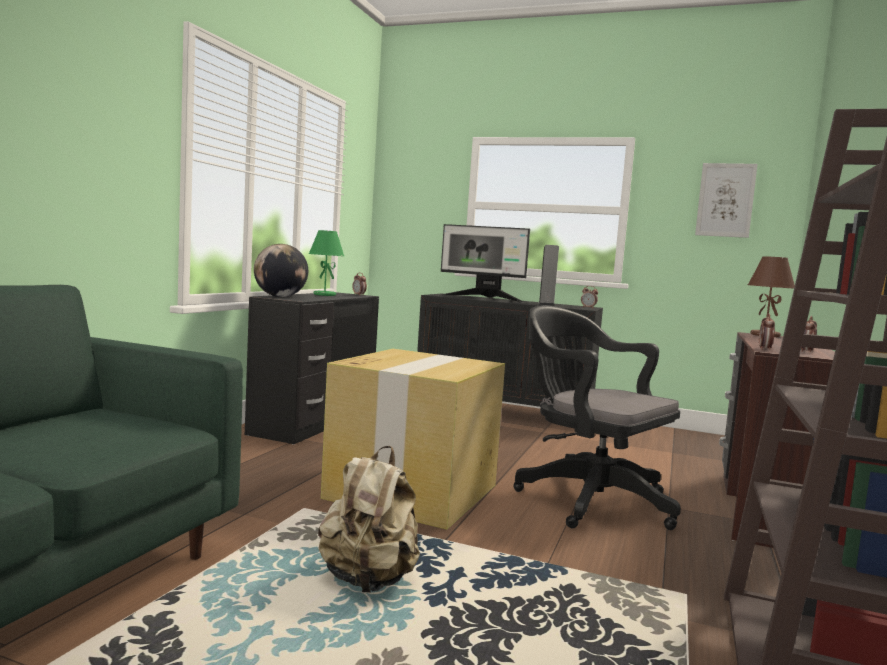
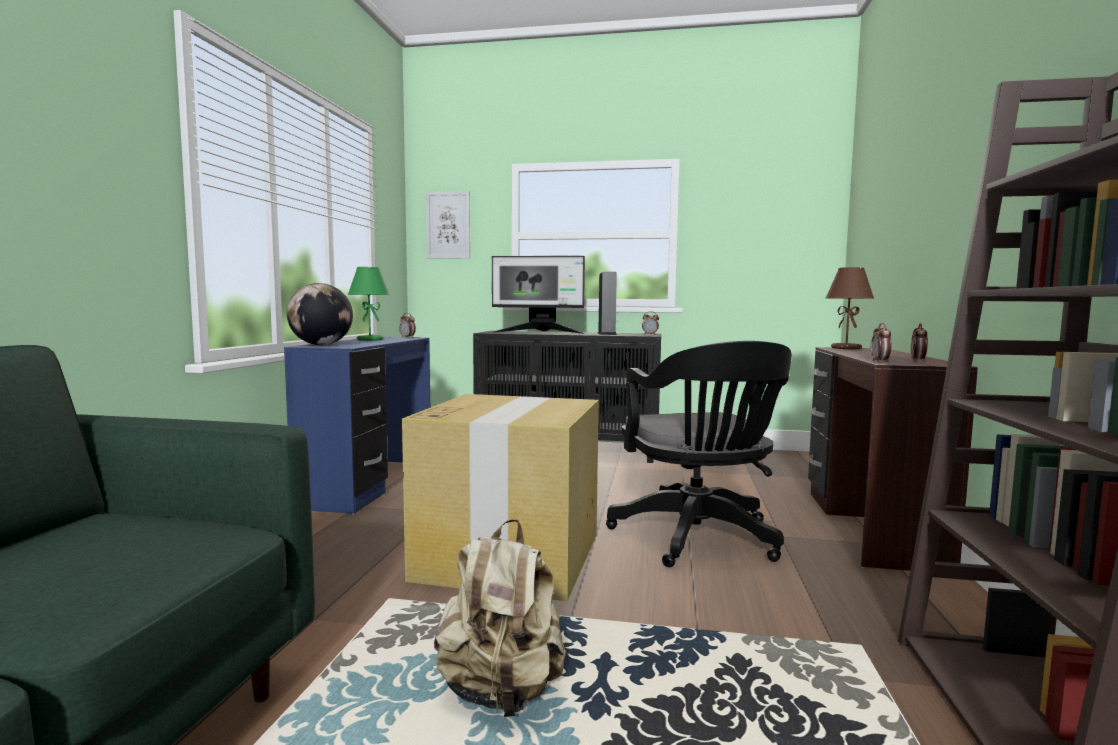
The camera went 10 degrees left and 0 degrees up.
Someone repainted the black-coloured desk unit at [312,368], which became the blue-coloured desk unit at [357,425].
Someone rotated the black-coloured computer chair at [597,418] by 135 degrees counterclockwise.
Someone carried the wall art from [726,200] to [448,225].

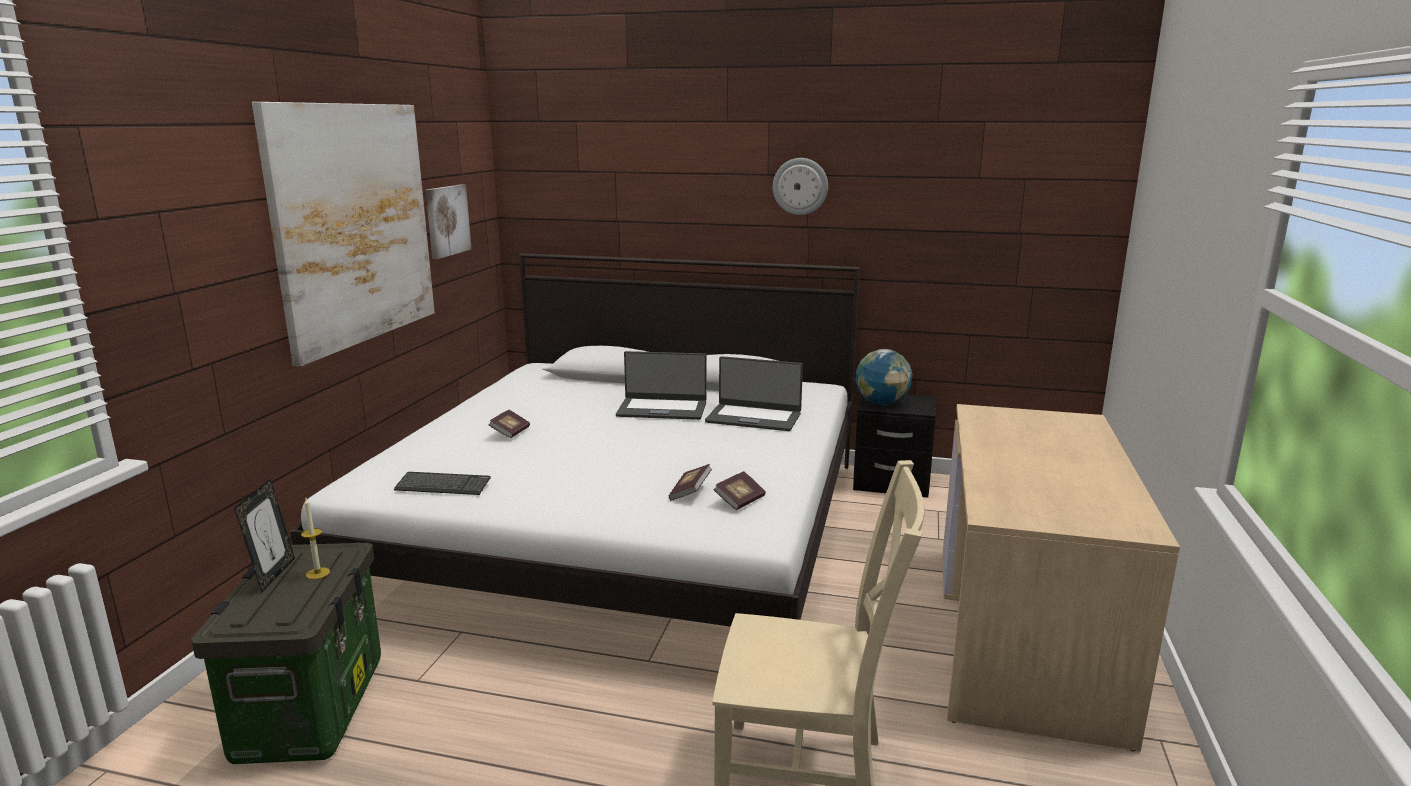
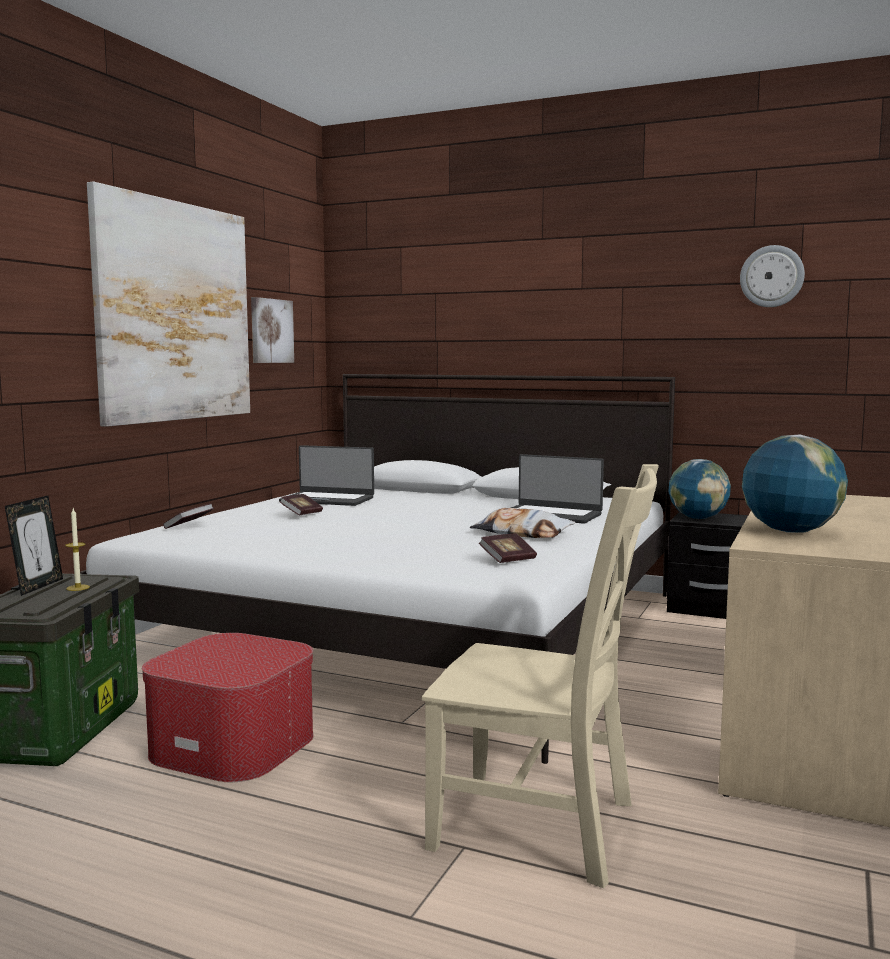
The camera went 10 degrees right and 10 degrees down.
Someone took away the keyboard at [442,483].
Someone carried the notebook computer from [661,385] to [326,475].
Someone carried the volume from [690,482] to [188,516].
Someone carried the hanging clock from [800,186] to [772,276].
Someone put down the ottoman at [228,707].
Someone put down the pillow at [522,523].
Someone put down the desk globe at [795,484].

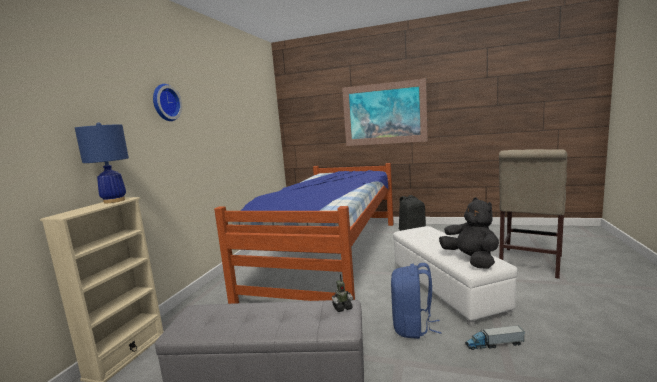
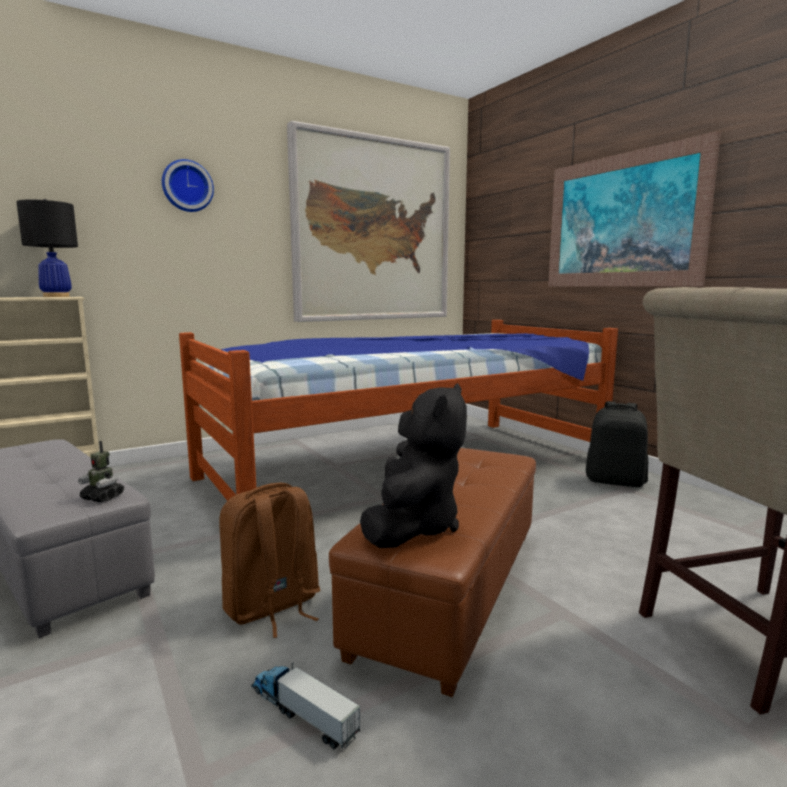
The camera went 40 degrees right and 0 degrees up.
Someone repainted the blue-coloured tabletop lamp at [102,163], which became the black-coloured tabletop lamp at [47,248].
Someone repainted the blue-coloured backpack at [416,301], which became the brown-coloured backpack at [270,560].
Someone repainted the white-coloured ottoman at [455,276], which became the brown-coloured ottoman at [432,572].
Someone put up the wall art at [368,221].

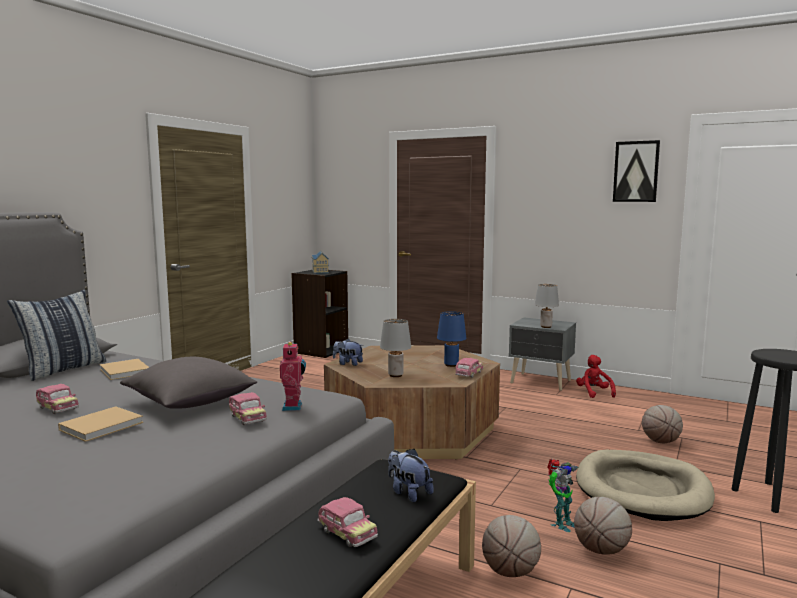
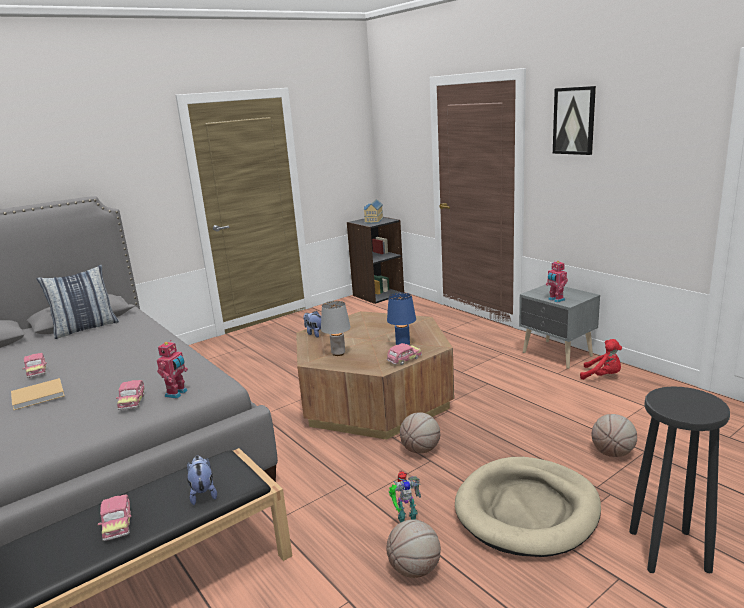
The camera went 25 degrees right and 10 degrees up.
Someone took away the sand-coloured volume at [124,369].
Someone took away the grey pillow at [188,383].
Someone carried the basketball ball from [511,546] to [420,432].
Someone swapped the grey tabletop lamp at [547,306] for the robot figure at [557,281].
Someone rotated the reddish soft toy at [596,376] by 105 degrees clockwise.
Someone carried the wall art from [636,171] to [574,120].

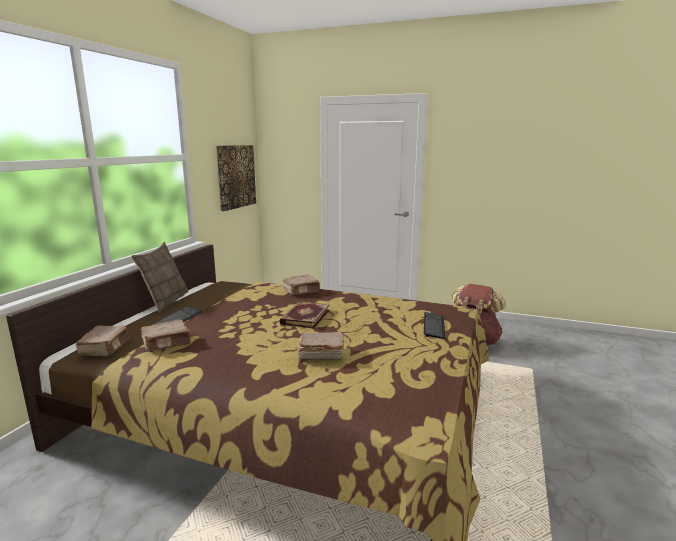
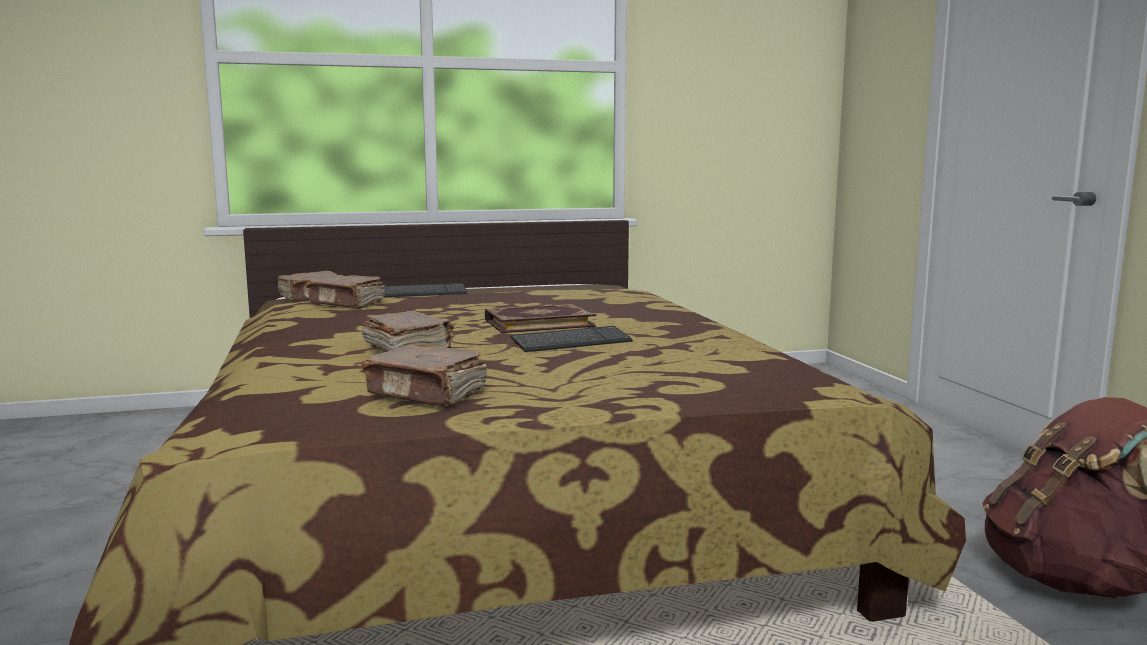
The camera went 55 degrees right and 5 degrees down.
Someone took away the pillow at [159,277].
Someone took away the wall art at [236,178].
Someone carried the brown-coloured volume from [301,285] to [424,376].
Someone carried the keyboard from [435,325] to [571,339].

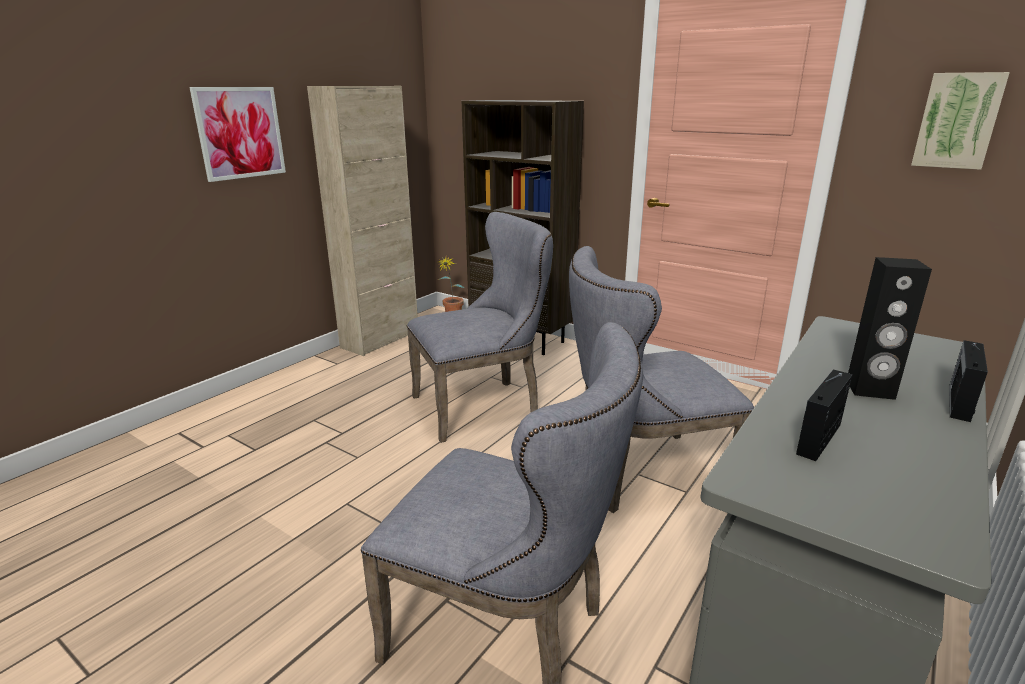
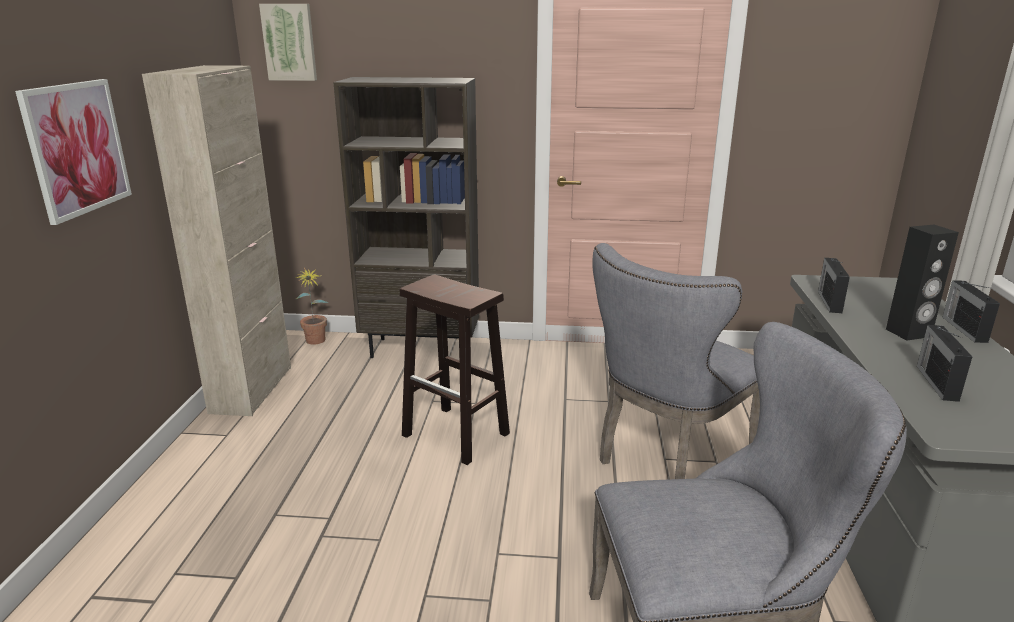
The camera went 30 degrees left and 0 degrees up.
Someone swapped the grey chair at [480,327] for the brown-coloured sitting stool at [455,370].
Someone carried the wall art from [960,121] to [288,42].
Someone put down the radio receiver at [834,285].

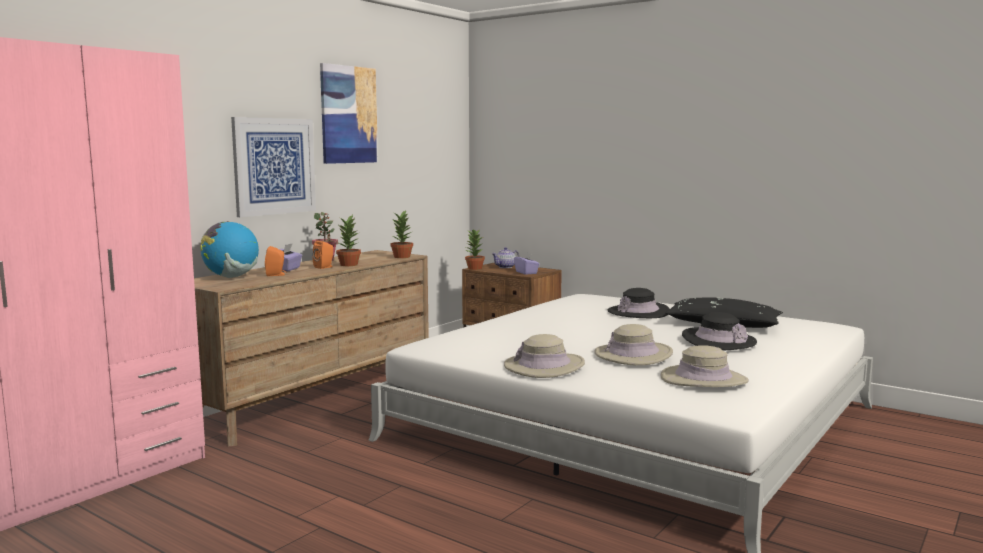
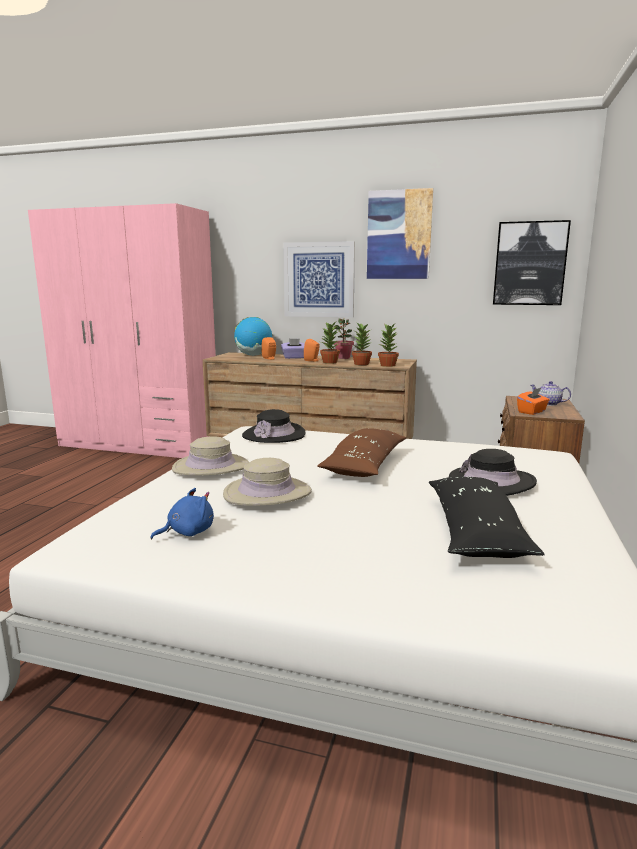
The camera went 70 degrees right and 5 degrees up.
Someone carried the potted plant from [475,250] to [362,344].
Someone repainted the purple-coloured box of tissues at [527,263], which became the orange-coloured box of tissues at [533,401].
Someone swapped the sand-coloured wearable hat at [704,366] for the blue-coloured soft toy at [182,513].
Someone carried the black-coloured wearable hat from [719,331] to [274,426].
Someone put down the brown-coloured pillow at [362,452].
Someone put up the wall art at [532,262].

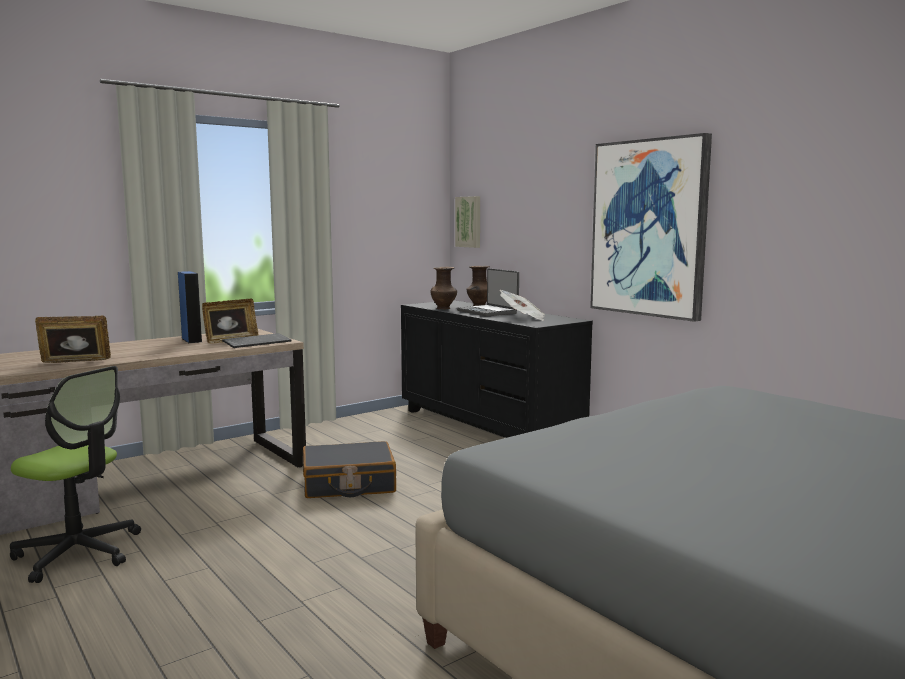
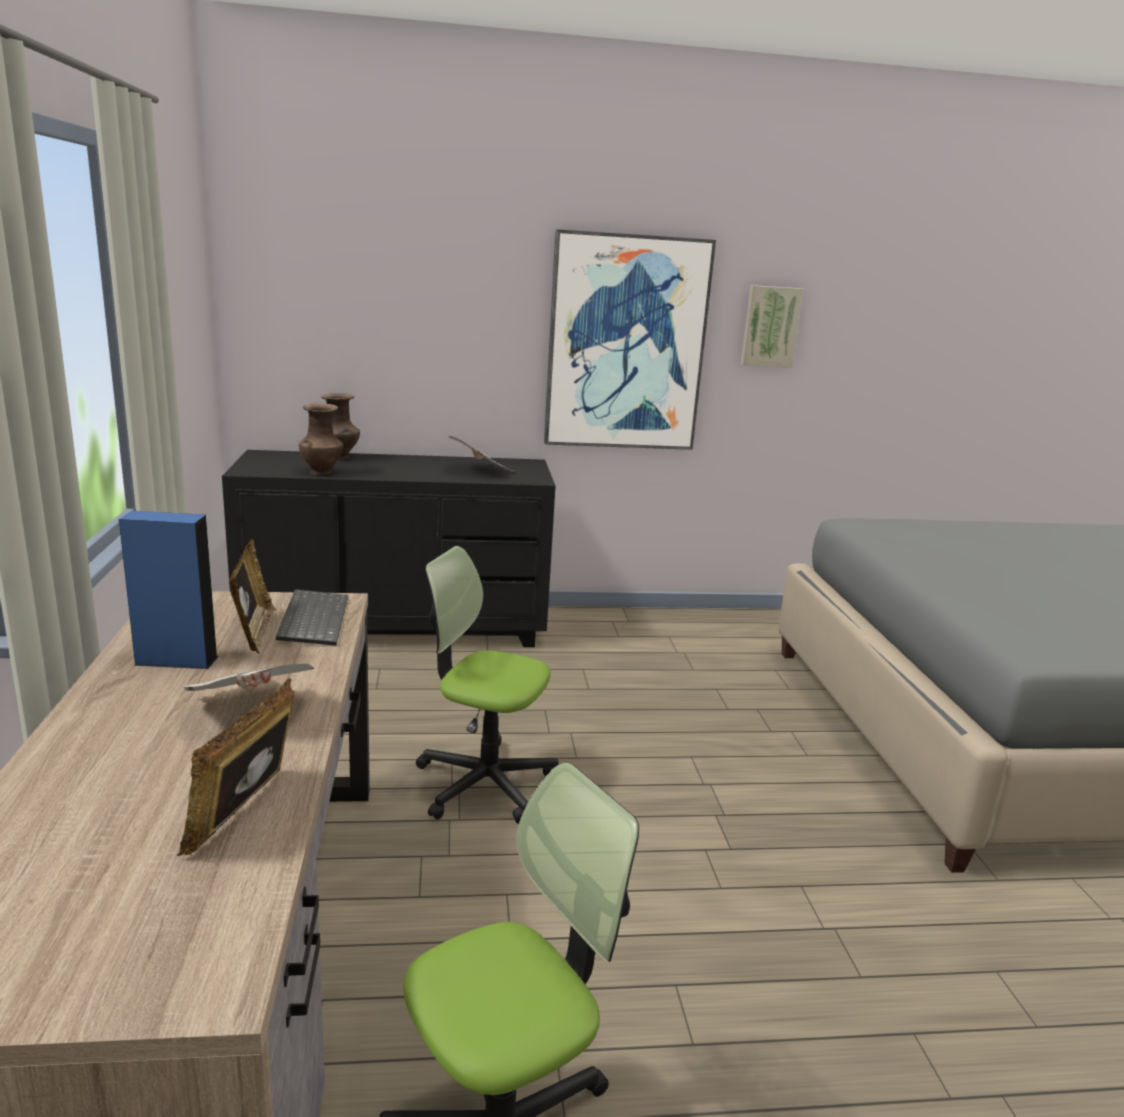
The camera went 60 degrees left and 10 degrees up.
Someone swapped the black-coloured travel case at [349,469] for the computer chair at [487,685].
Someone carried the wall art from [467,222] to [772,326].
Someone took away the notebook computer at [488,292].
Someone put down the daily paper at [249,677].

